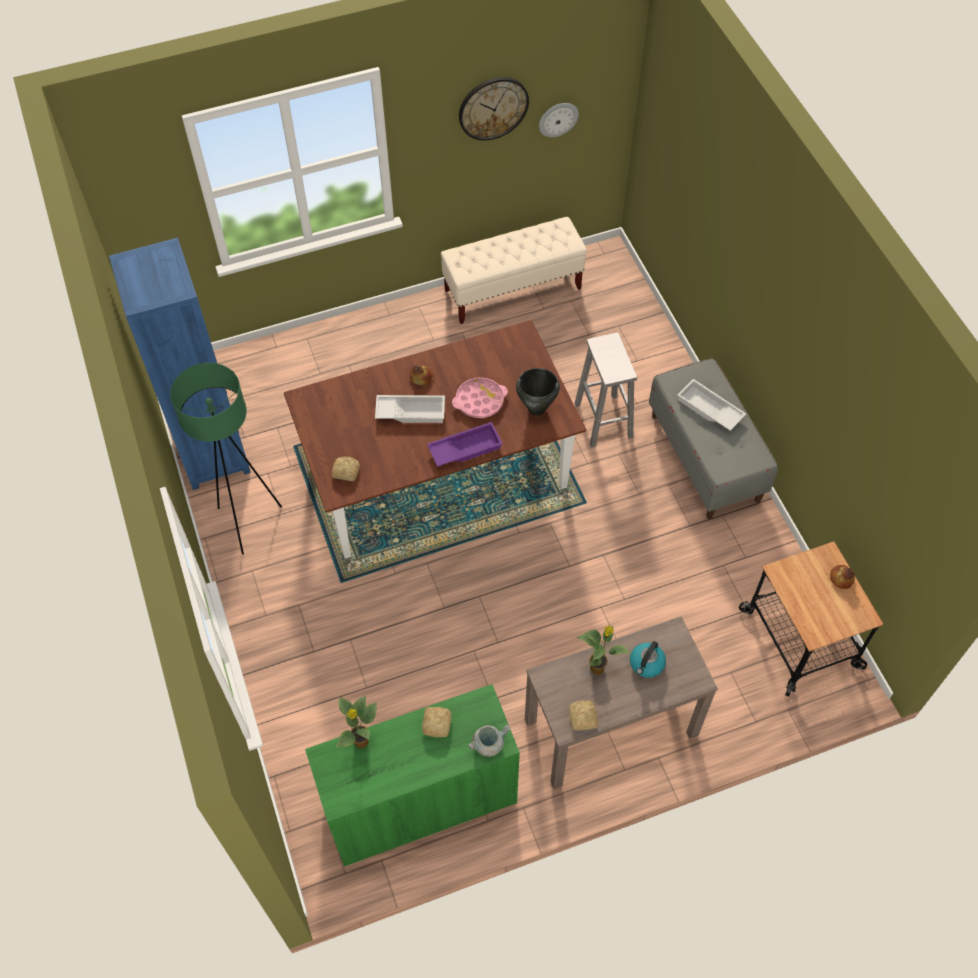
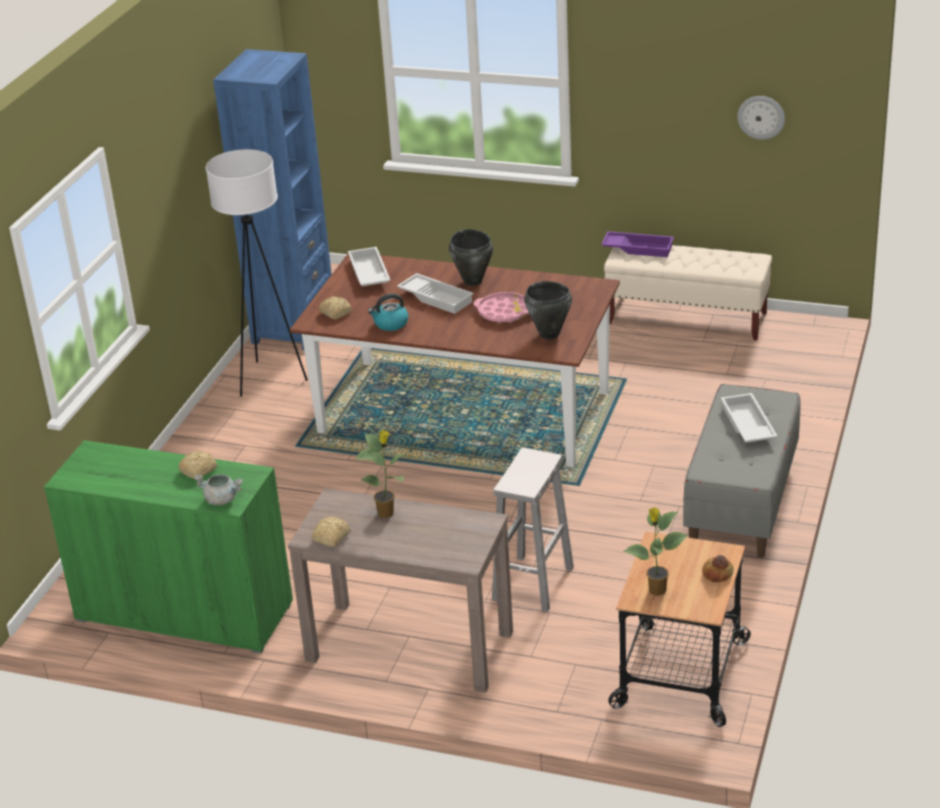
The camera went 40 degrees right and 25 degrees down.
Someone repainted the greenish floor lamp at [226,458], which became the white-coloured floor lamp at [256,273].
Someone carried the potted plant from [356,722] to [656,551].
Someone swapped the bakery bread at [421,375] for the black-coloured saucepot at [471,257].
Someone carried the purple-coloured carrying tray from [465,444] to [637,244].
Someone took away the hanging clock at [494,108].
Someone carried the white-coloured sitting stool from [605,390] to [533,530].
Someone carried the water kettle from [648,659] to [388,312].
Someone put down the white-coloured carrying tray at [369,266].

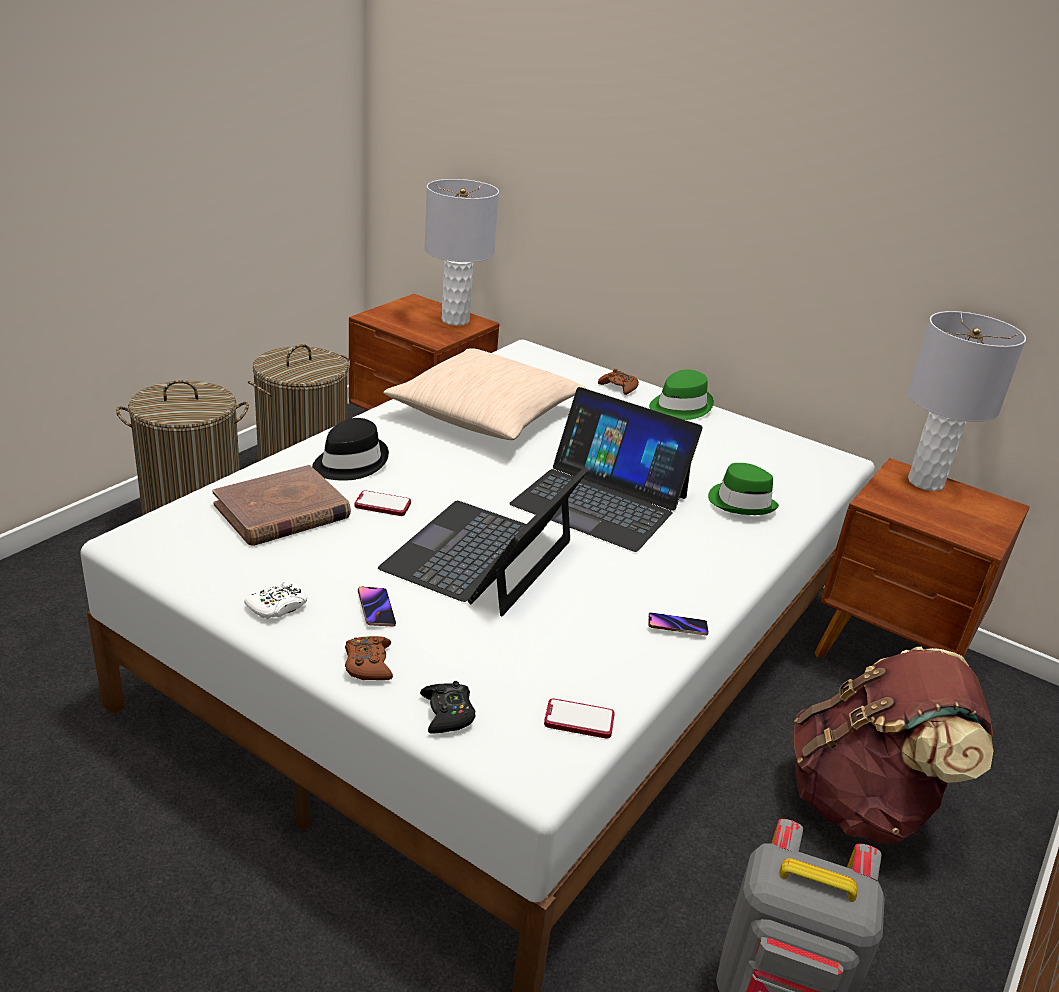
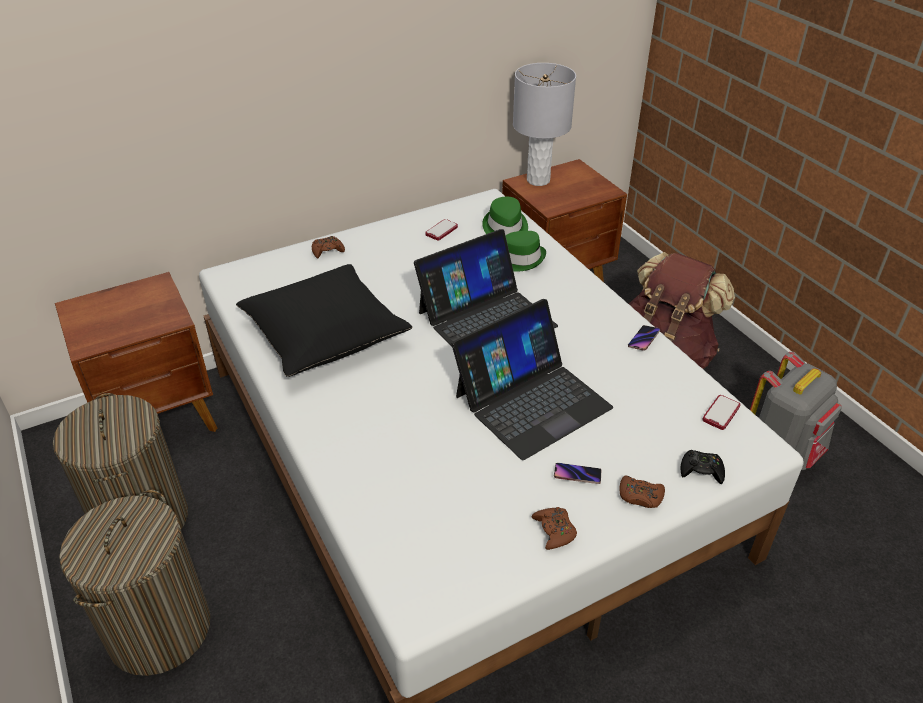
The camera went 60 degrees left and 10 degrees up.
Someone took away the brown-coloured volume at [281,505].
Someone repainted the white-coloured joypad at [275,600], which became the brown-coloured joypad at [554,528].
Someone took away the black-coloured wearable hat at [350,449].
Someone carried the phone from [383,503] to [441,229].
Someone rotated the notebook computer at [483,541] by 90 degrees counterclockwise.
Someone repainted the sand-coloured pillow at [484,394], which became the black-coloured pillow at [324,320].
Someone took away the grey tabletop lamp at [461,252].
Someone carried the greenish wearable hat from [681,394] to [505,216].

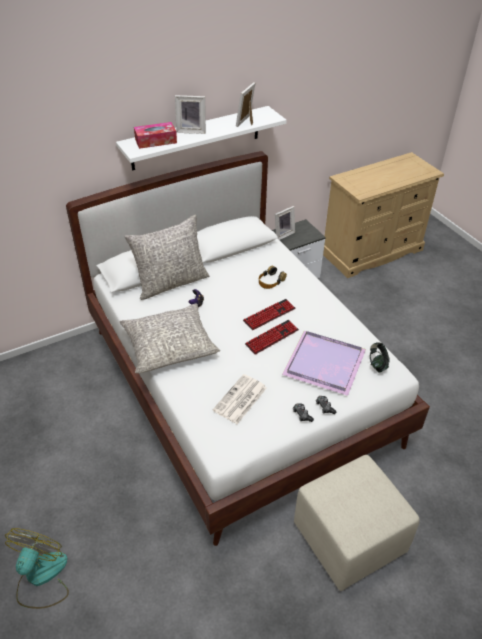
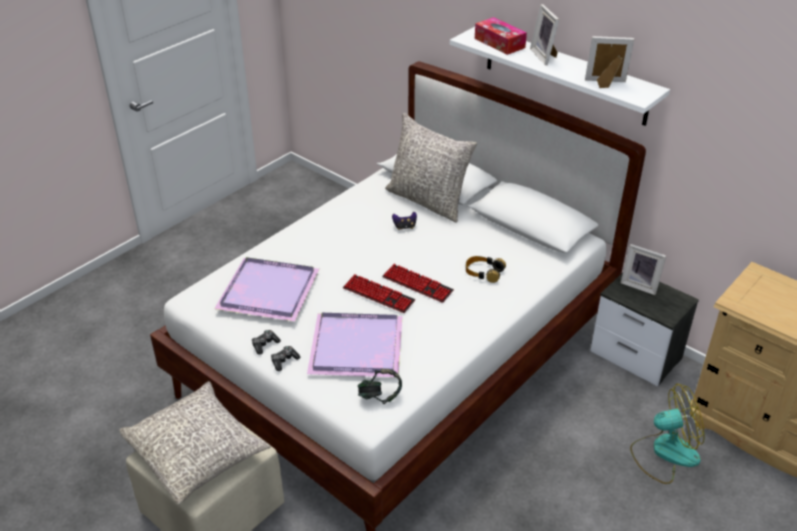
The camera went 70 degrees right and 5 degrees down.
Someone carried the electric fan from [37,568] to [667,434].
Someone carried the grey pillow from [170,338] to [195,443].
Someone swapped the daily paper at [240,399] for the purple-coloured carrying tray at [267,289].

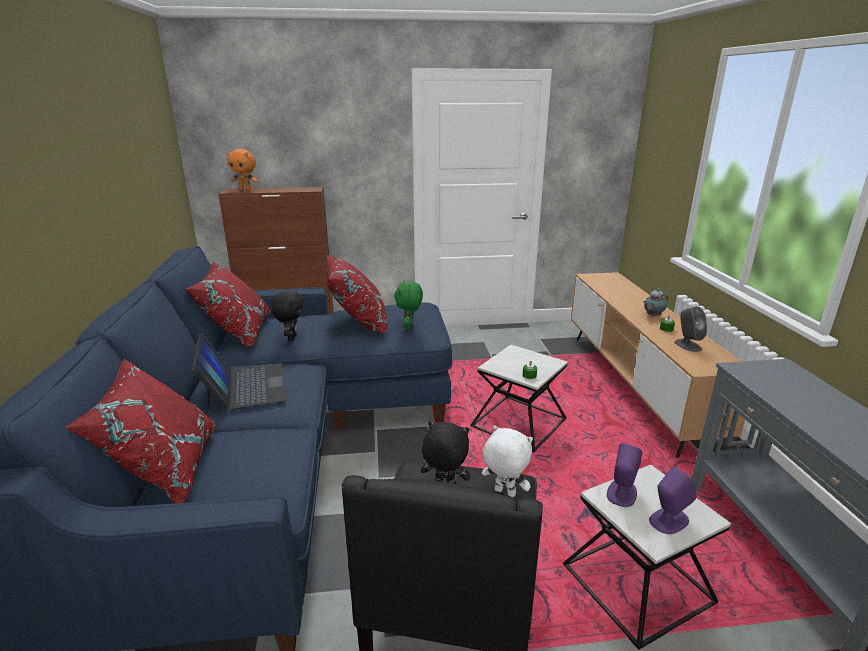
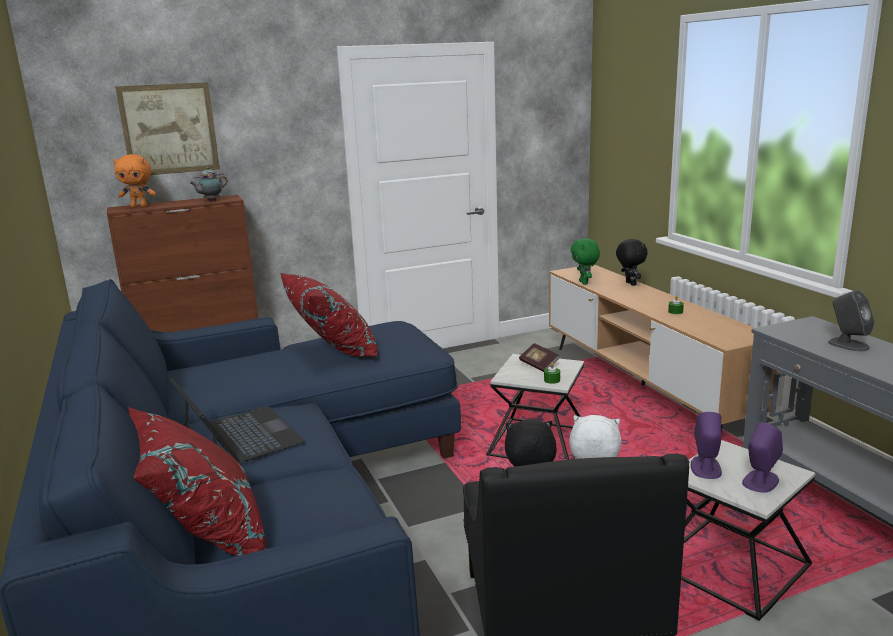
The camera went 15 degrees left and 5 degrees down.
Someone took away the reddish pillow at [228,304].
Someone carried the black-coloured soft toy from [287,315] to [632,262].
Someone carried the greenish soft toy from [408,305] to [585,261].
Someone carried the tea pot from [655,302] to [209,184].
Someone carried the grey loudspeaker from [690,329] to [851,321].
Someone put up the wall art at [167,128].
Someone put down the volume at [539,357].

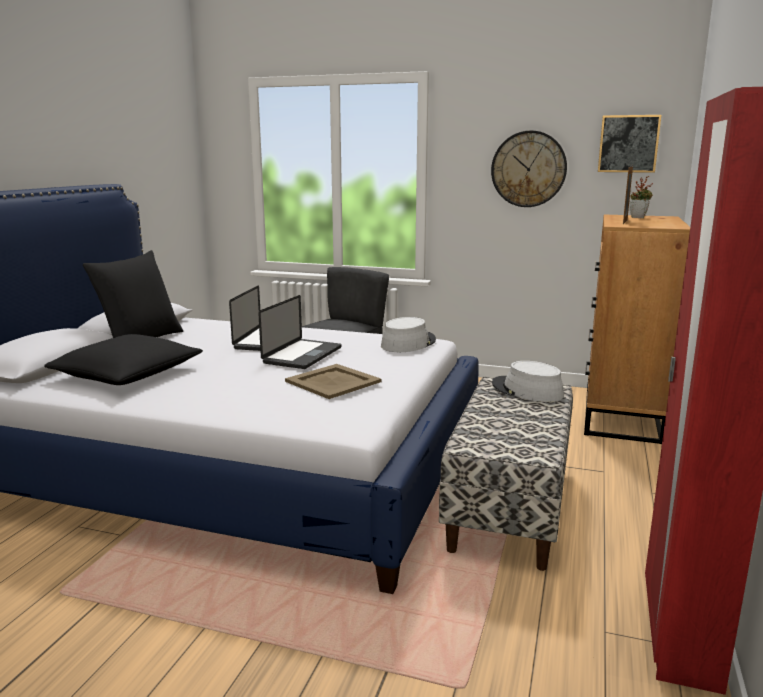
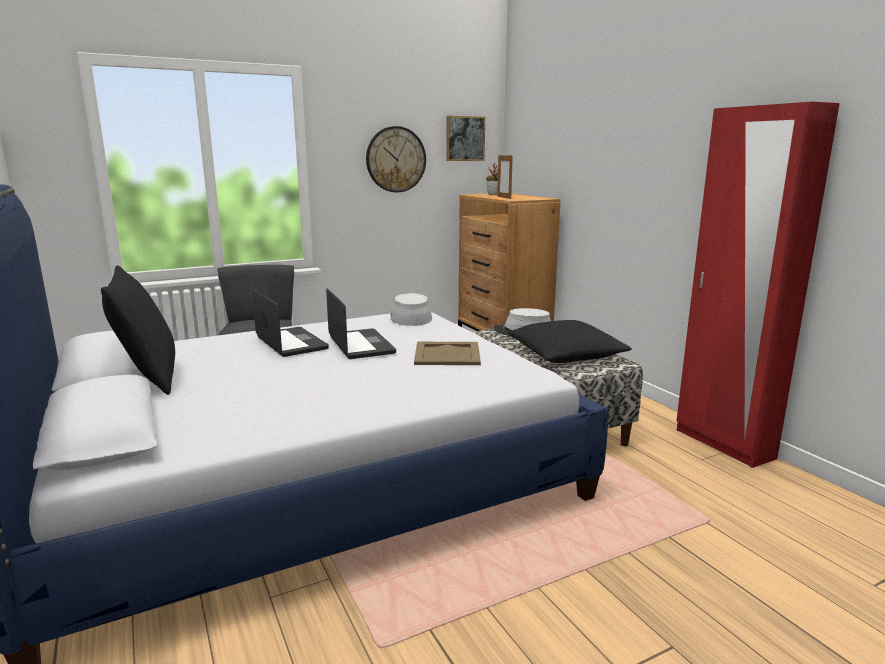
The camera went 45 degrees left and 0 degrees up.
Someone carried the black-coloured pillow from [123,359] to [569,341].

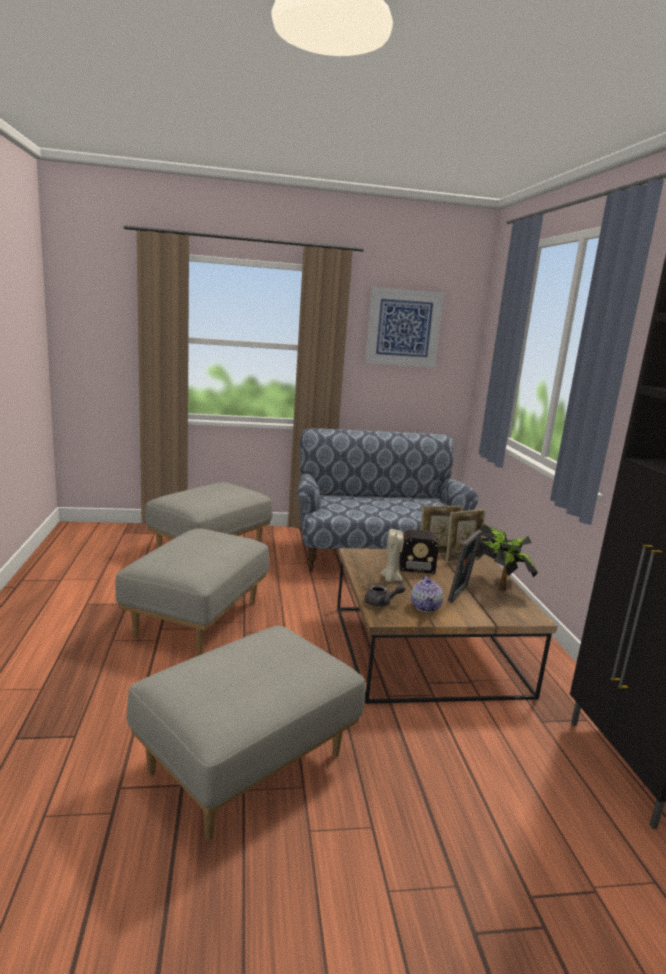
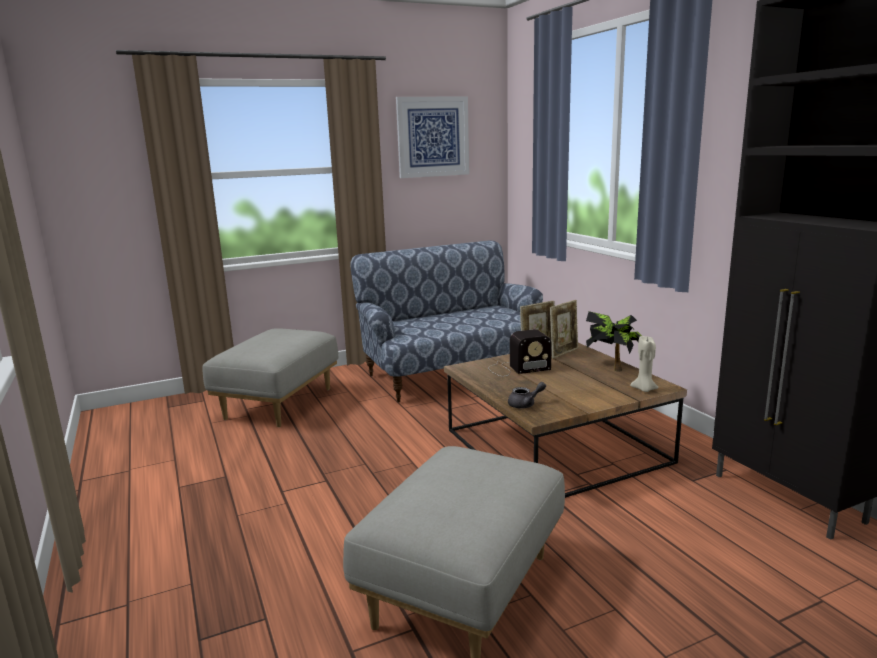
The camera went 15 degrees left and 0 degrees up.
Someone took away the grey ottoman at [192,591].
Someone carried the sand-coloured candle from [392,555] to [644,364].
Someone took away the tea pot at [427,594].
Someone took away the standing frame at [465,566].

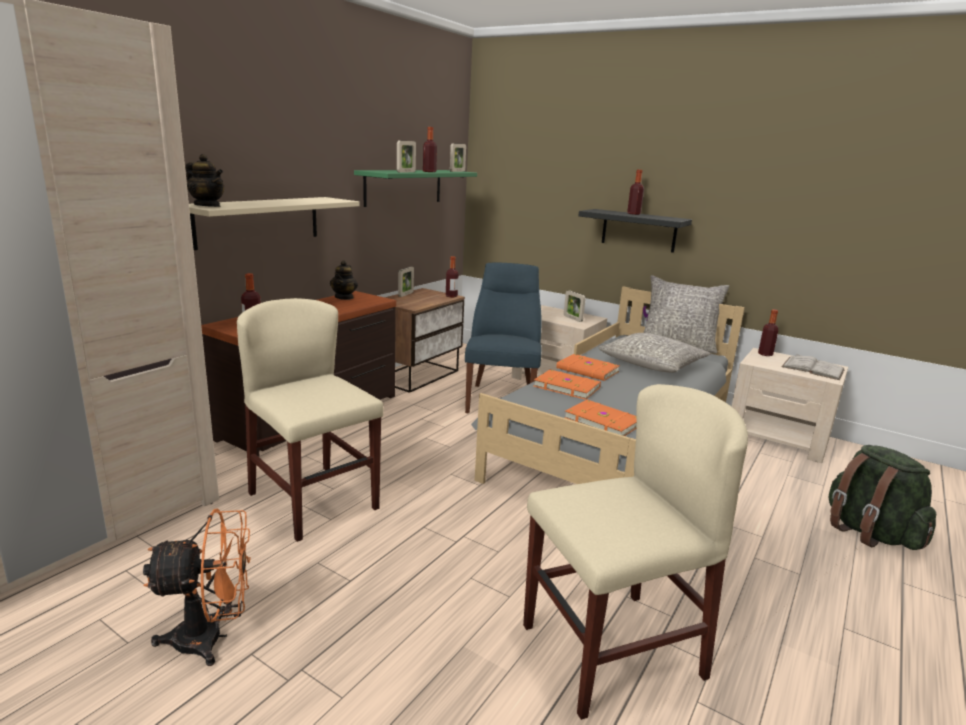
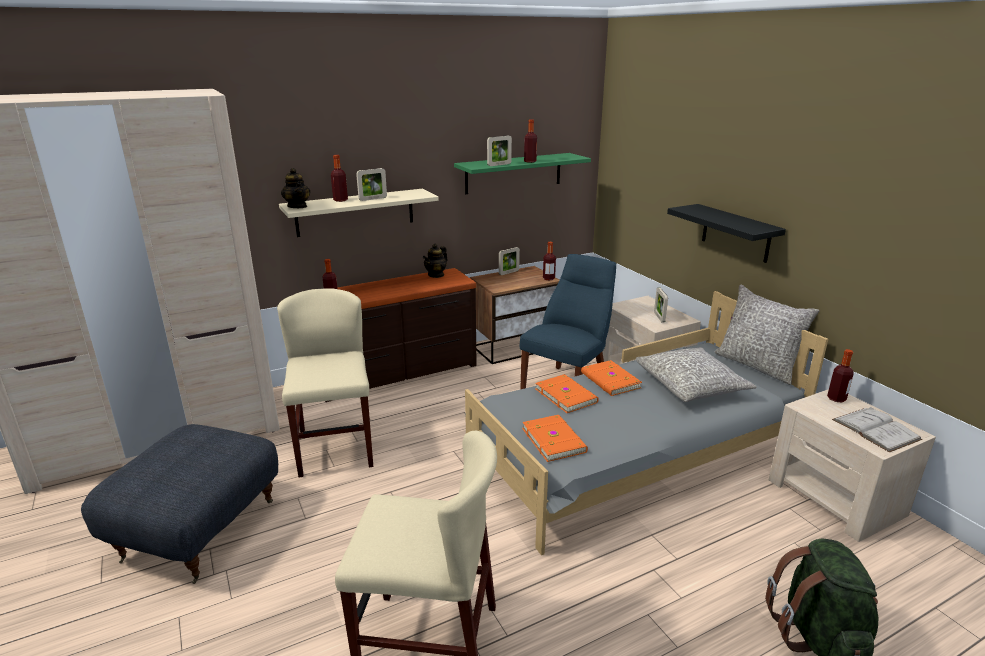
The camera went 30 degrees right and 5 degrees up.
Someone swapped the orange-coloured electric fan at [197,587] for the grey ottoman at [179,504].
Someone carried the standing frame from [458,157] to [371,184].
Someone carried the drink bottle from [635,192] to [339,178].

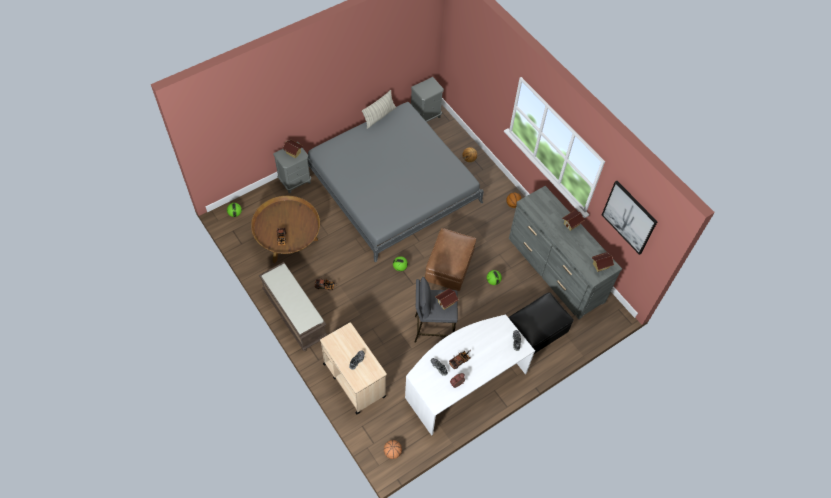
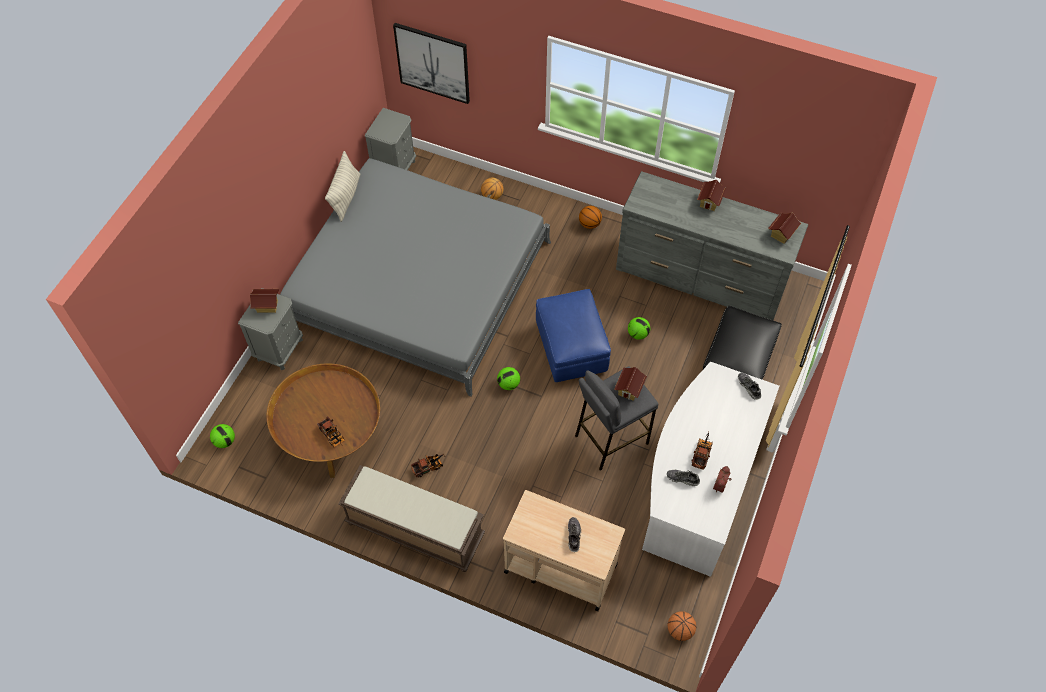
The camera went 30 degrees left and 0 degrees up.
Someone repainted the brown-coloured ottoman at [450,259], which became the blue-coloured ottoman at [573,335].
Someone carried the wall art from [630,218] to [431,63].

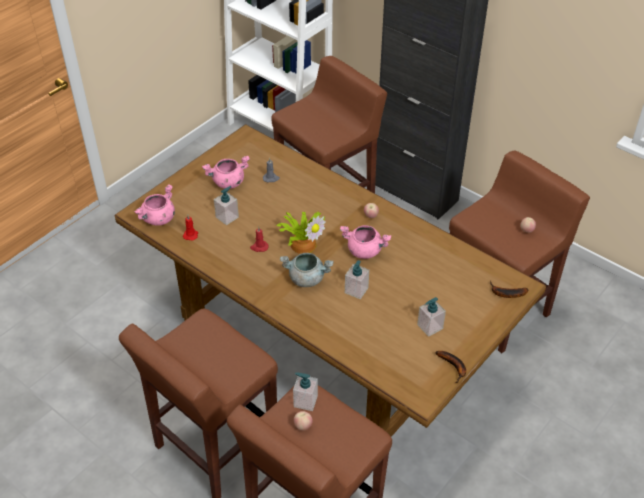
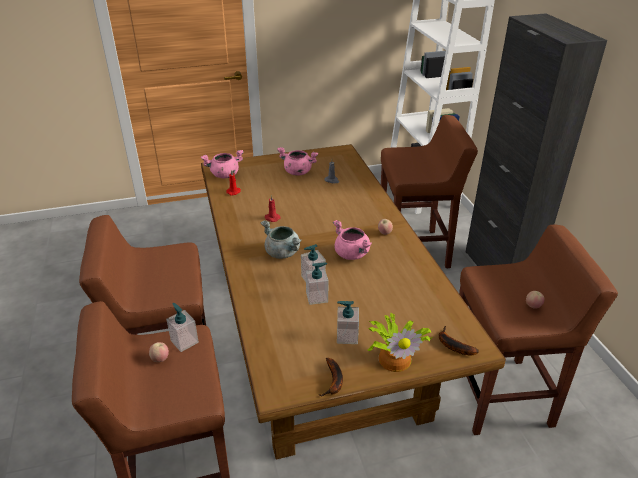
The camera went 35 degrees right and 10 degrees down.
Someone carried the soap bottle from [226,205] to [317,284].
Someone carried the potted plant from [301,233] to [399,342].

